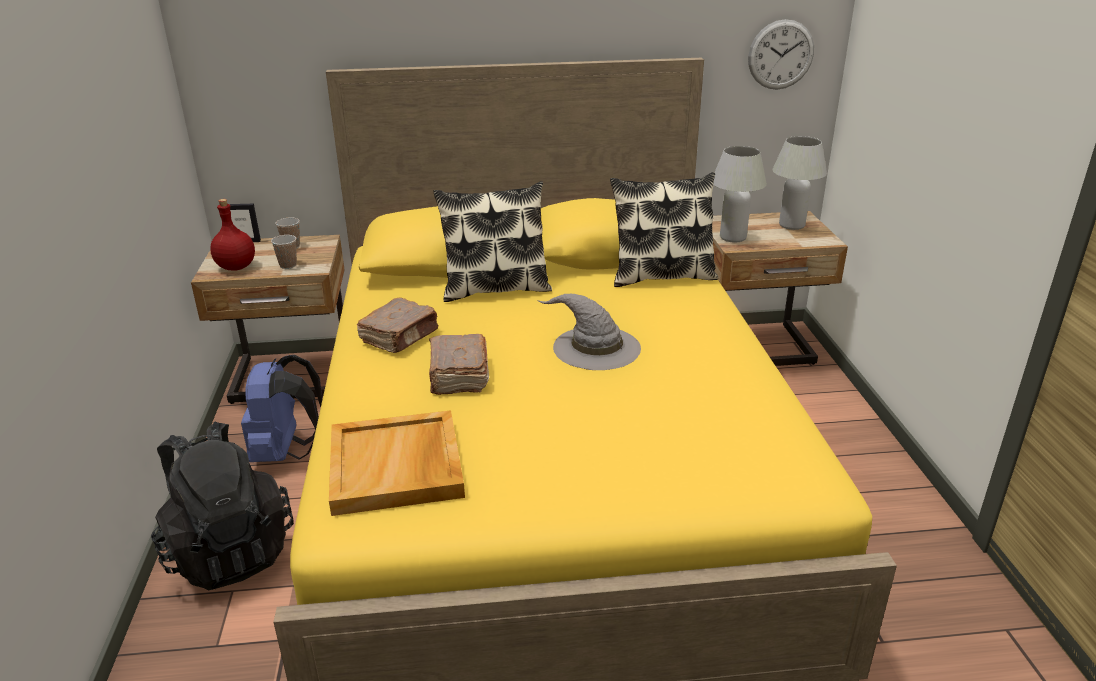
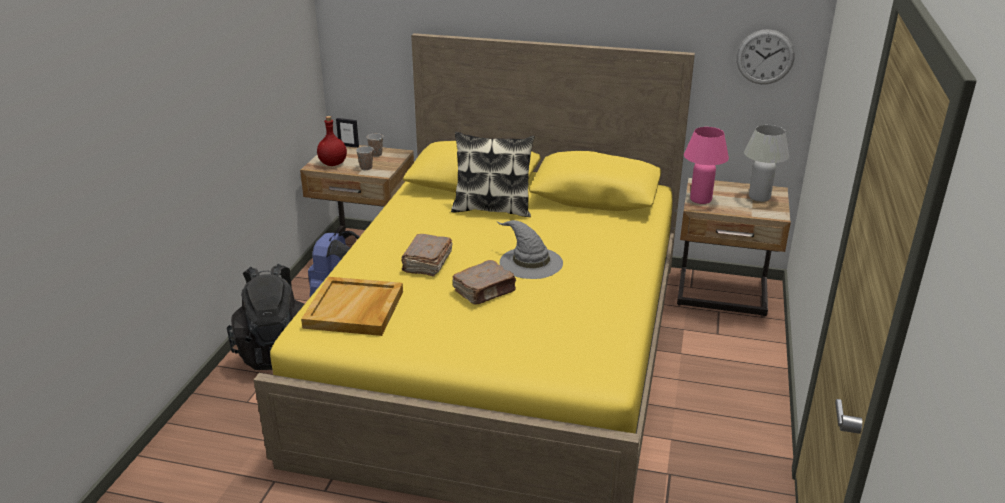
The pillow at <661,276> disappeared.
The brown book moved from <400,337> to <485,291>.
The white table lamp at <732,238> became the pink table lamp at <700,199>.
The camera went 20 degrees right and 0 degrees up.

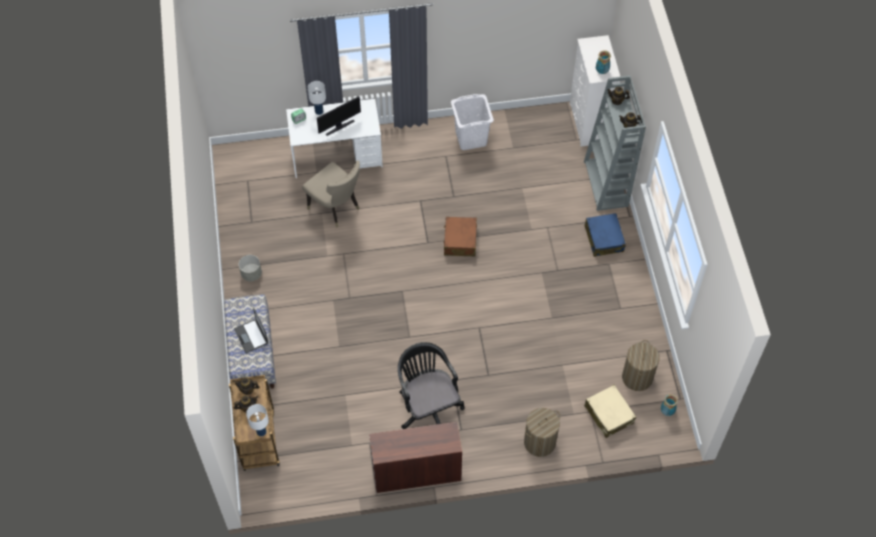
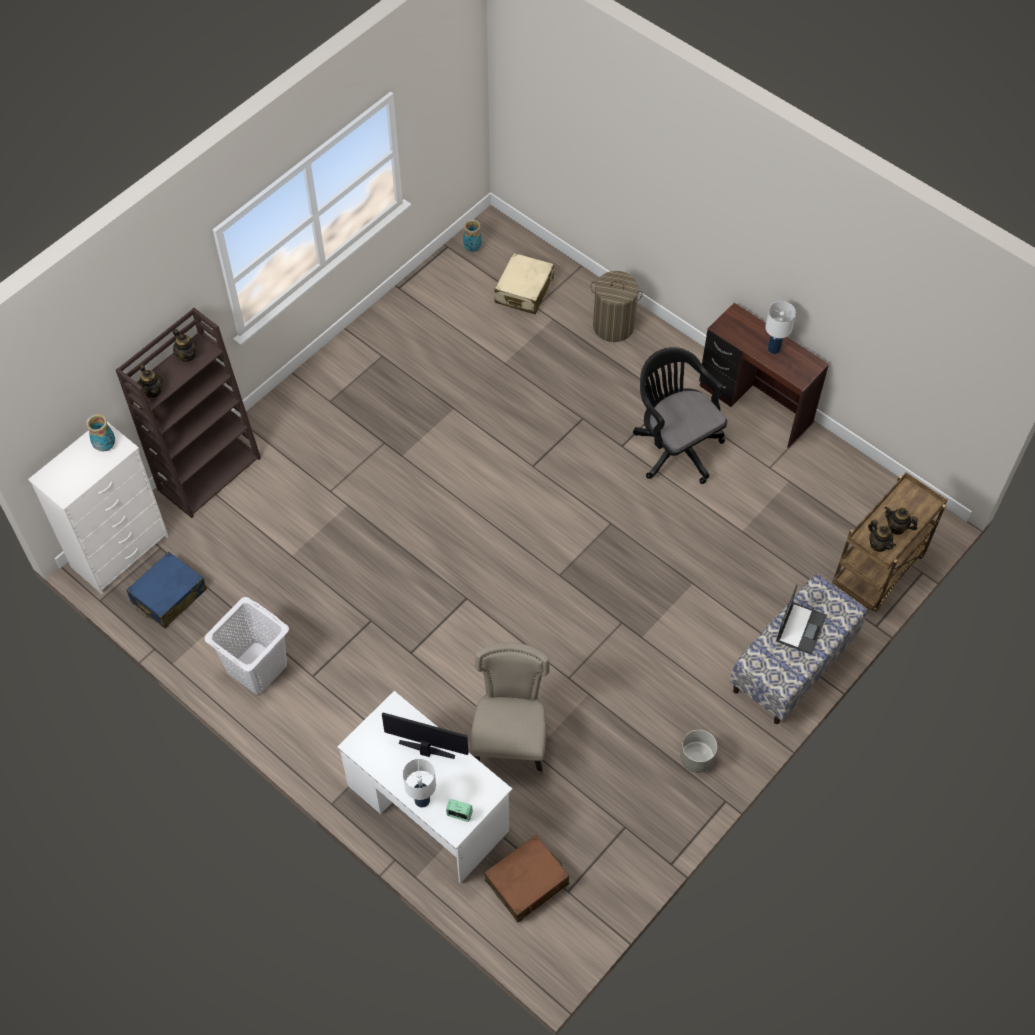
The laundry basket at <637,377> disappeared.
The white table lamp moved from <261,431> to <773,348>.
The brown suitcase moved from <460,241> to <527,882>.
The blue suitcase moved from <604,239> to <168,596>.
The grey bookcase at <606,184> became the brown bookcase at <209,472>.
The black office chair at <428,406> turned 120 degrees clockwise.
The camera went 130 degrees left and 0 degrees up.

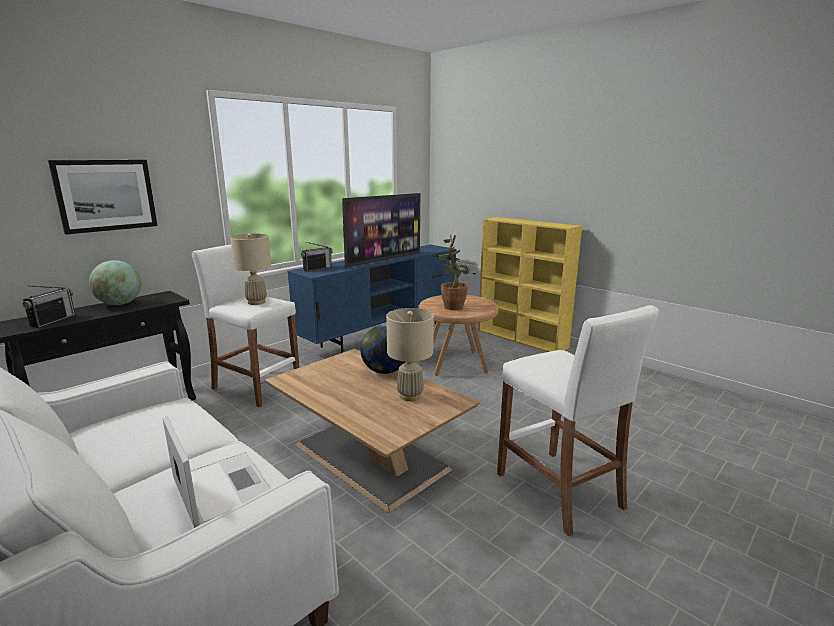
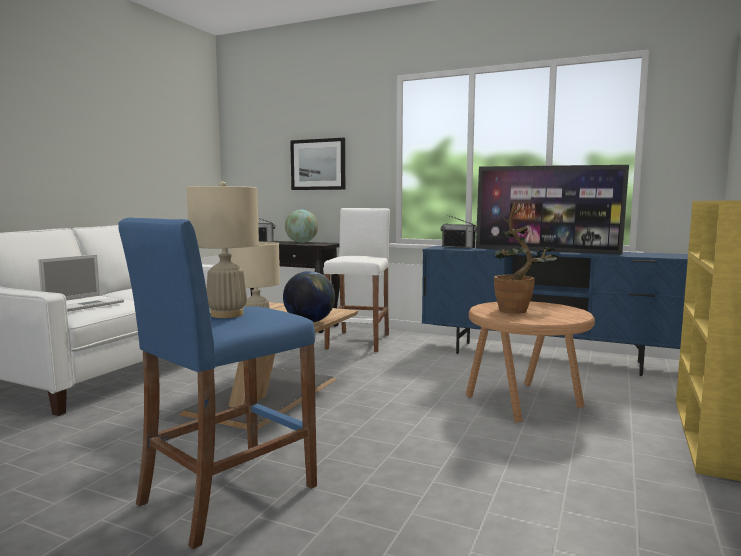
The beige table lamp moved from <256,302> to <227,314>.
The white stool at <559,490> became the blue stool at <227,494>.
The camera went 70 degrees right and 10 degrees down.

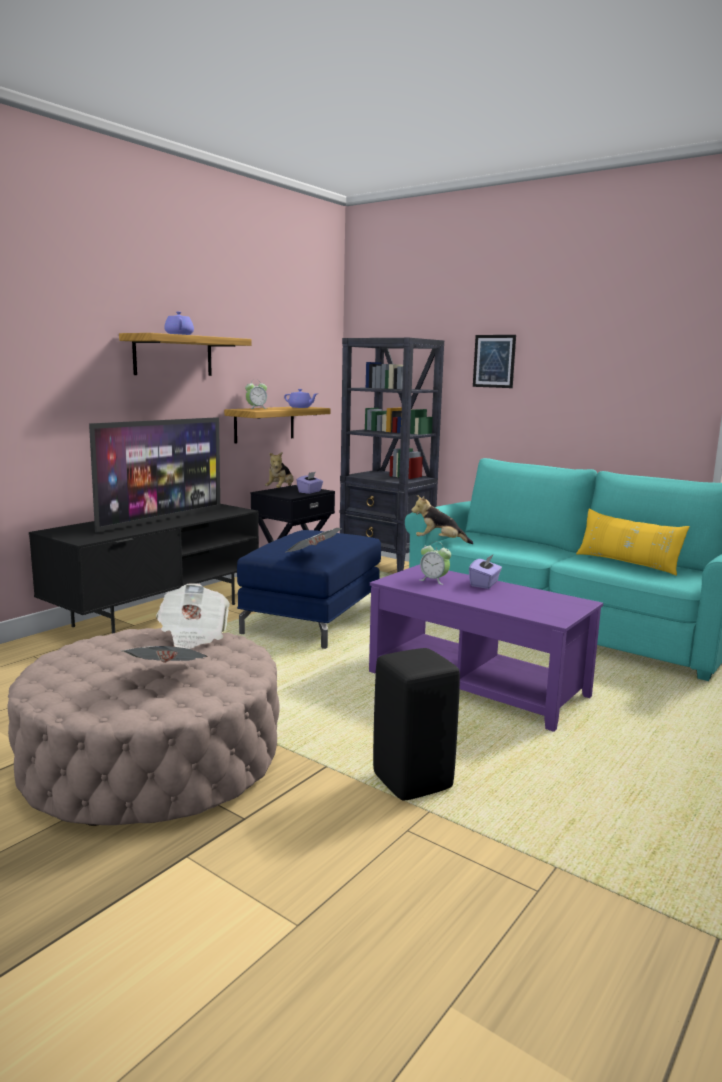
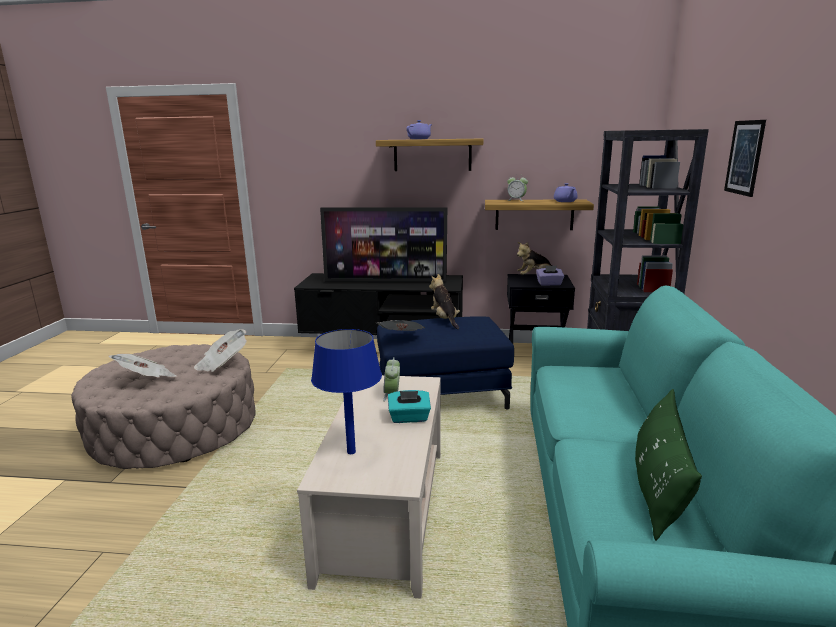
The black stool at <412,783> disappeared.
The blue table lamp at <351,452> appeared.
The plush toy moved from <439,542> to <444,320>.
The purple coffee table at <477,685> became the beige coffee table at <385,512>.
The purple tissue box at <484,584> became the turquoise tissue box at <409,418>.
The yellow pillow at <627,563> became the green pillow at <658,487>.
The camera went 60 degrees right and 5 degrees up.

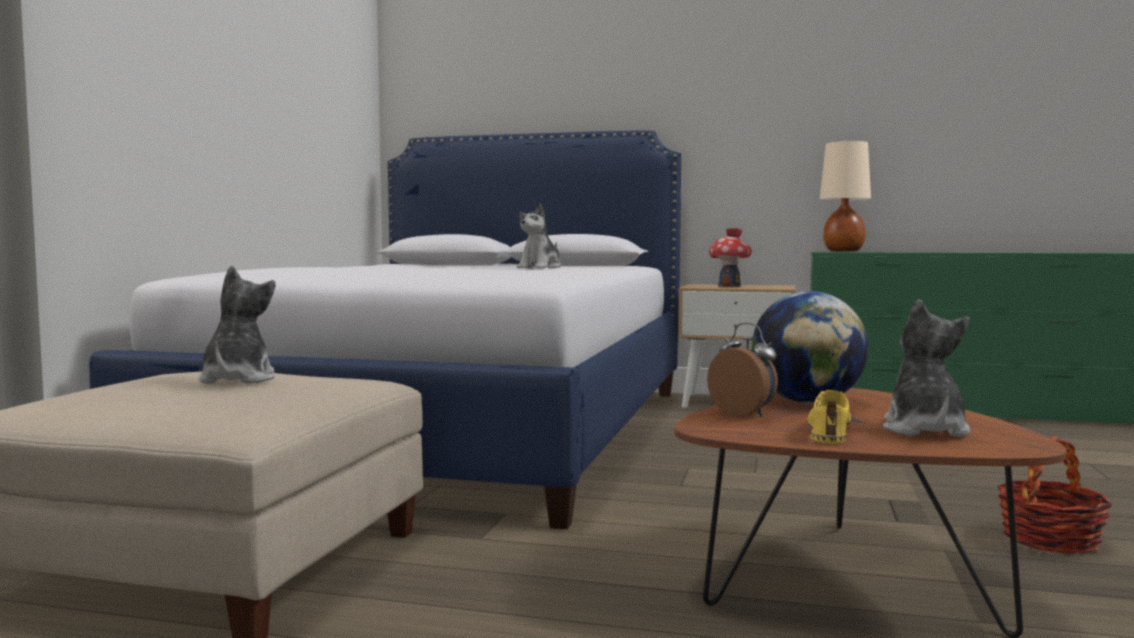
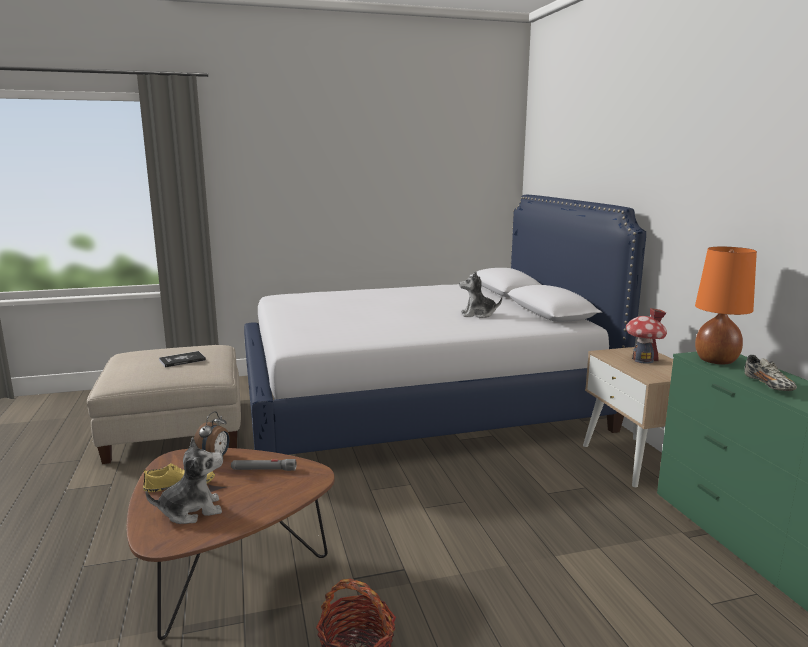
The shoe at <768,386> appeared.
The plush toy at <237,380> was replaced by the book at <182,360>.
The globe at <807,402> was replaced by the grey flashlight at <263,470>.
The beige table lamp at <844,251> became the orange table lamp at <716,361>.
The camera went 60 degrees right and 10 degrees up.

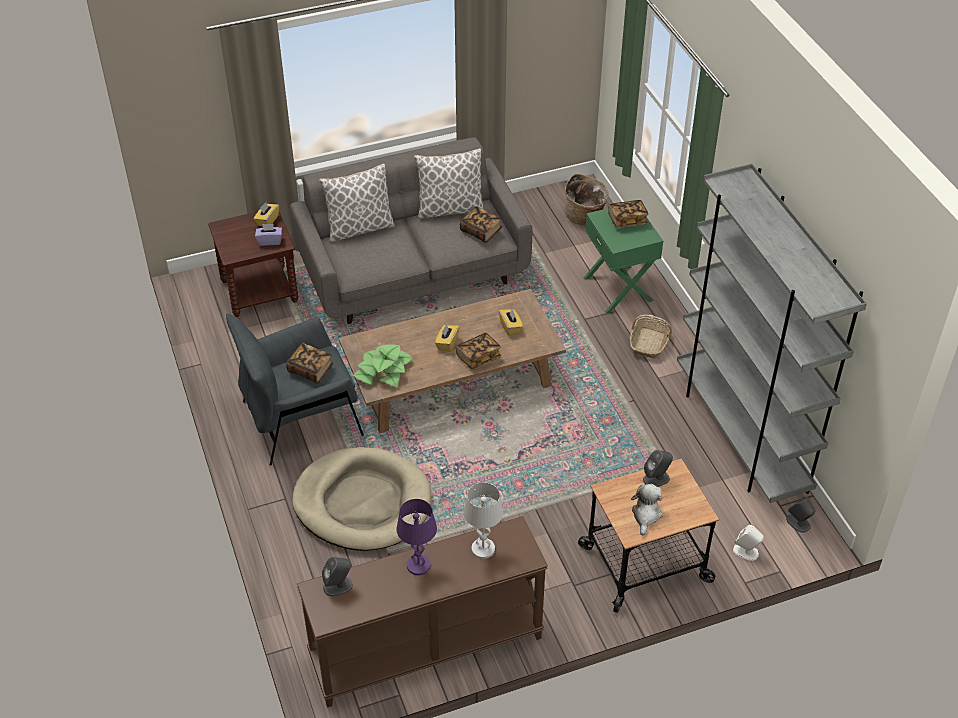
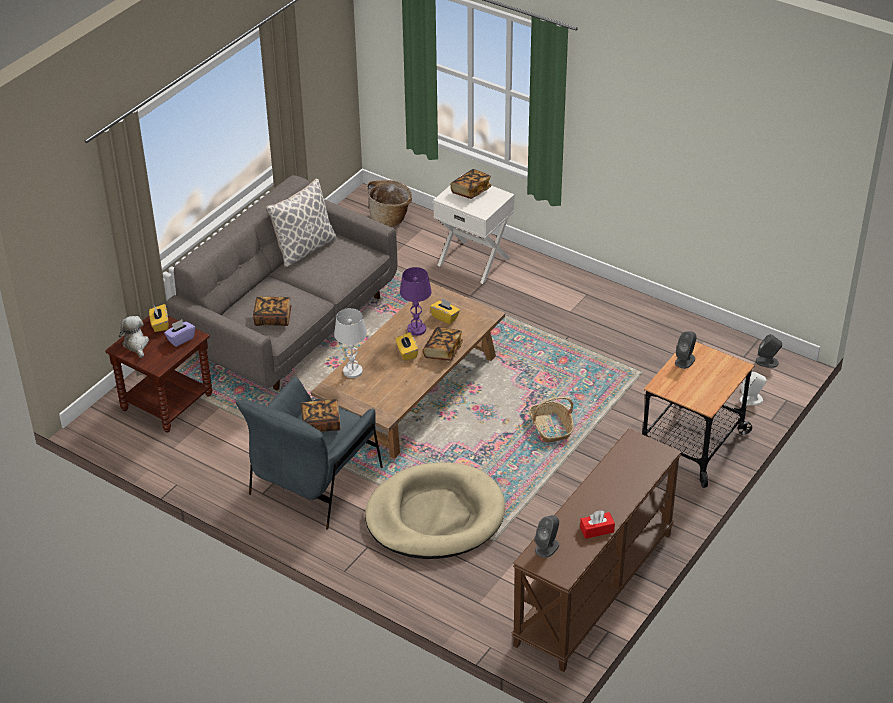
The pillow at <359,228> disappeared.
The potted plant at <383,371> disappeared.
The grey bookcase at <741,435> disappeared.
The red tissue box at <597,530> appeared.
The purple table lamp moved from <418,565> to <416,329>.
The book moved from <481,231> to <273,318>.
The white table lamp moved from <483,549> to <352,371>.
The basket moved from <649,343> to <551,428>.
The plush toy moved from <646,515> to <136,344>.
The green nightstand at <619,289> became the white nightstand at <474,261>.
The camera went 35 degrees left and 5 degrees down.

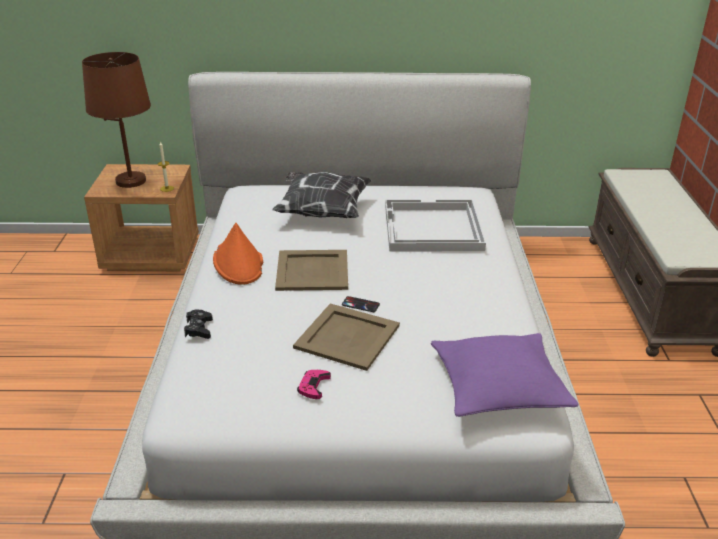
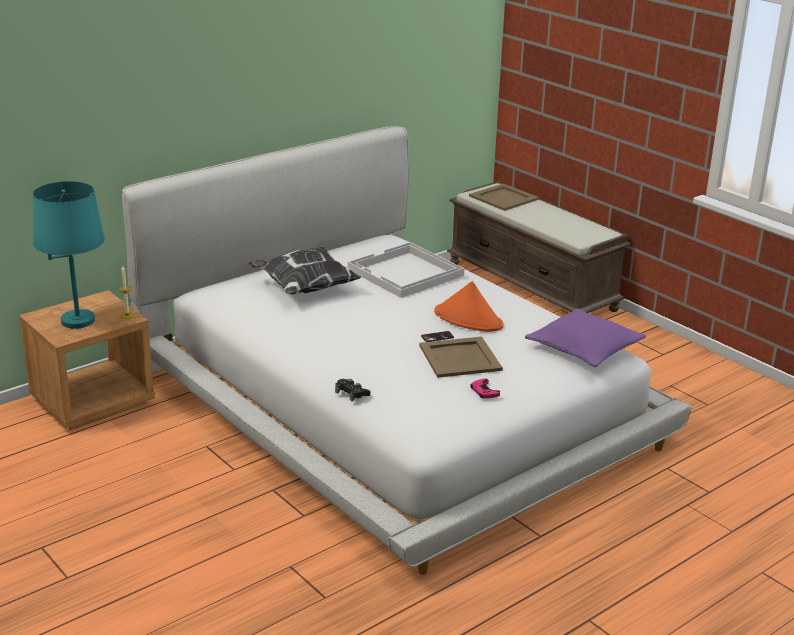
The orange hat moved from <238,263> to <468,319>.
The beige tray moved from <311,270> to <503,197>.
The brown table lamp at <131,181> became the turquoise table lamp at <78,320>.
The camera went 40 degrees left and 5 degrees down.

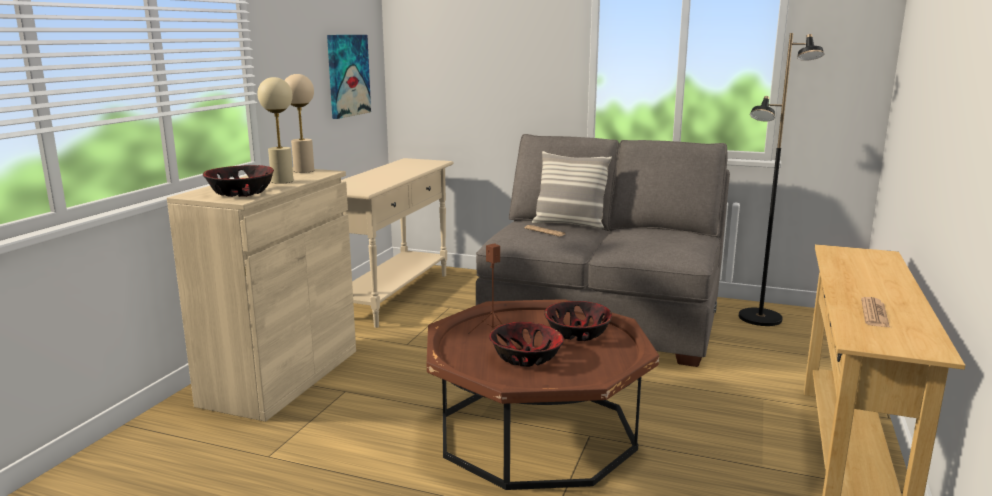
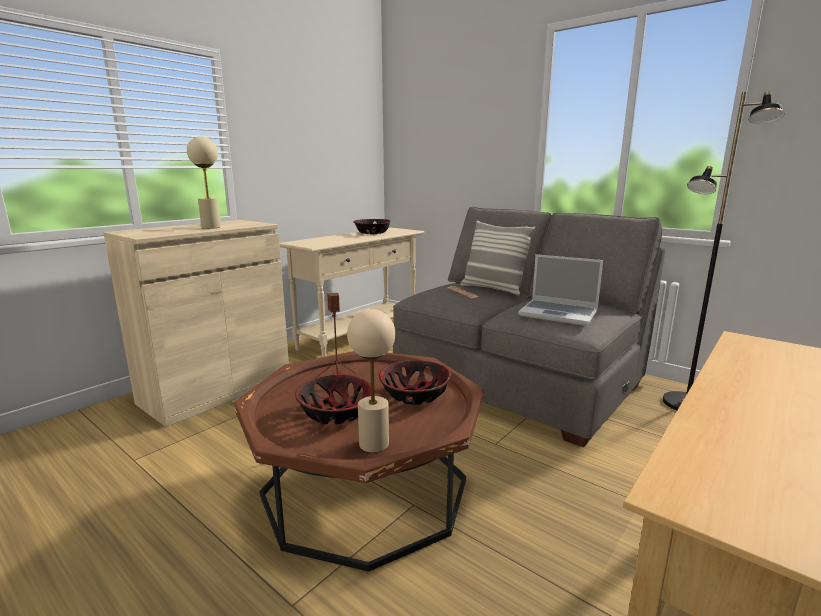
The picture at <347,75> disappeared.
The newspaper at <874,313> disappeared.
The laptop at <559,314> appeared.
The bowl moved from <241,193> to <372,233>.
The beige table lamp moved from <304,170> to <374,444>.
The camera went 20 degrees right and 0 degrees up.

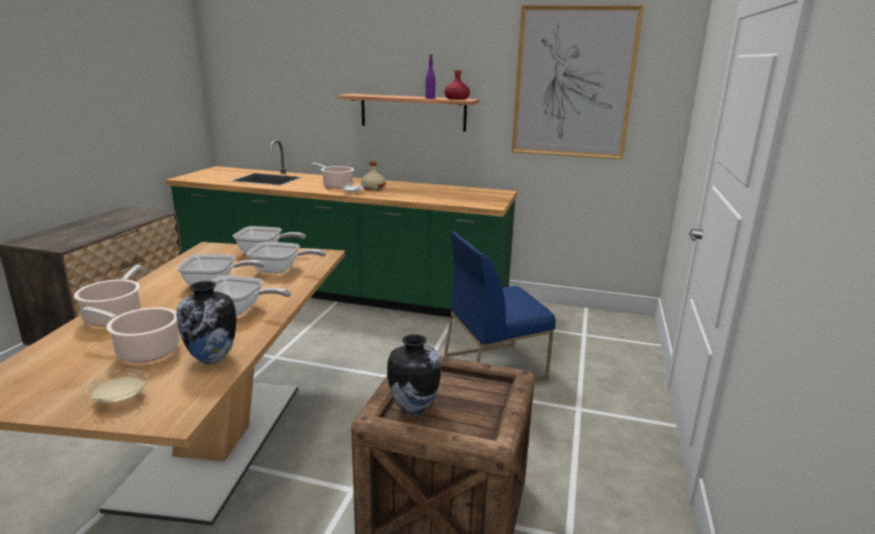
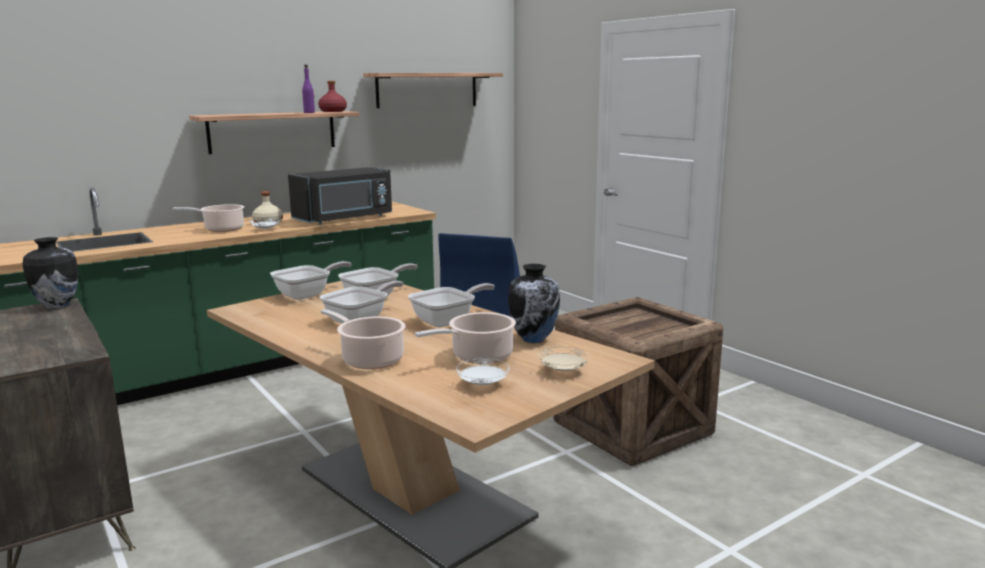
The black microwave at <345,219> appeared.
The white plate at <482,385> appeared.
The vase moved from <413,408> to <57,305>.
The picture at <573,83> was replaced by the shelf at <427,90>.
The camera went 50 degrees left and 5 degrees down.

